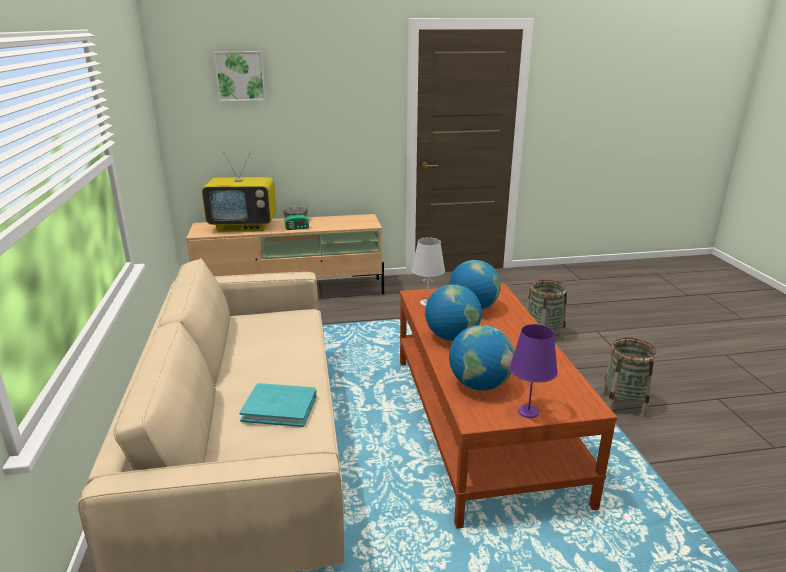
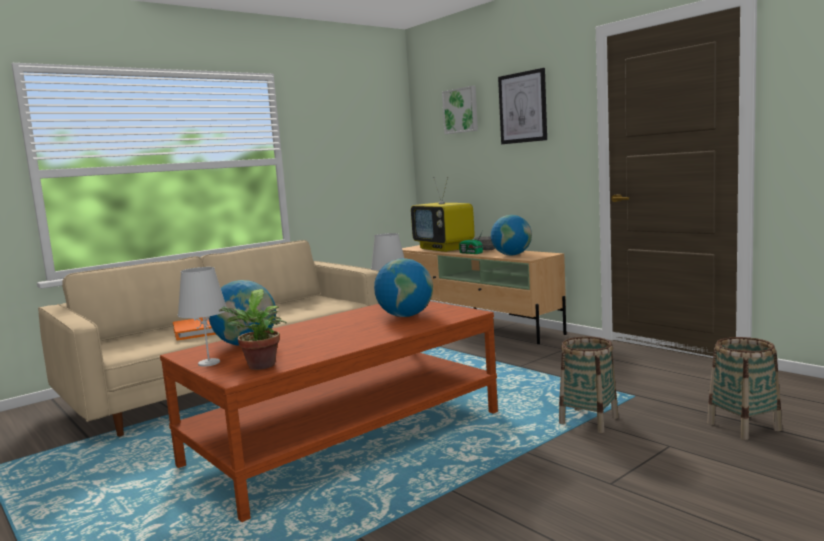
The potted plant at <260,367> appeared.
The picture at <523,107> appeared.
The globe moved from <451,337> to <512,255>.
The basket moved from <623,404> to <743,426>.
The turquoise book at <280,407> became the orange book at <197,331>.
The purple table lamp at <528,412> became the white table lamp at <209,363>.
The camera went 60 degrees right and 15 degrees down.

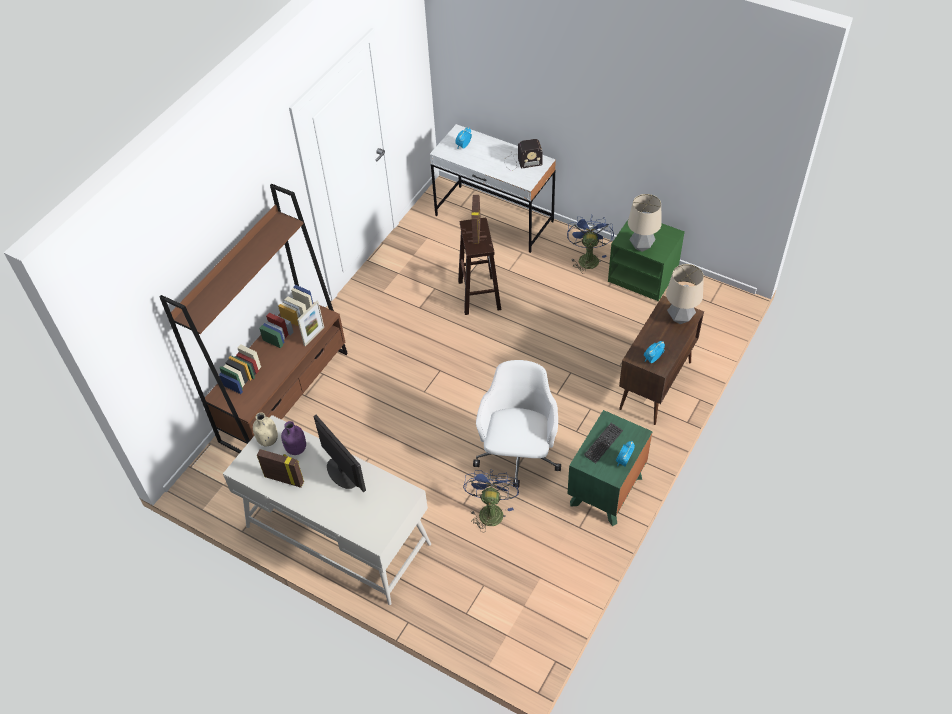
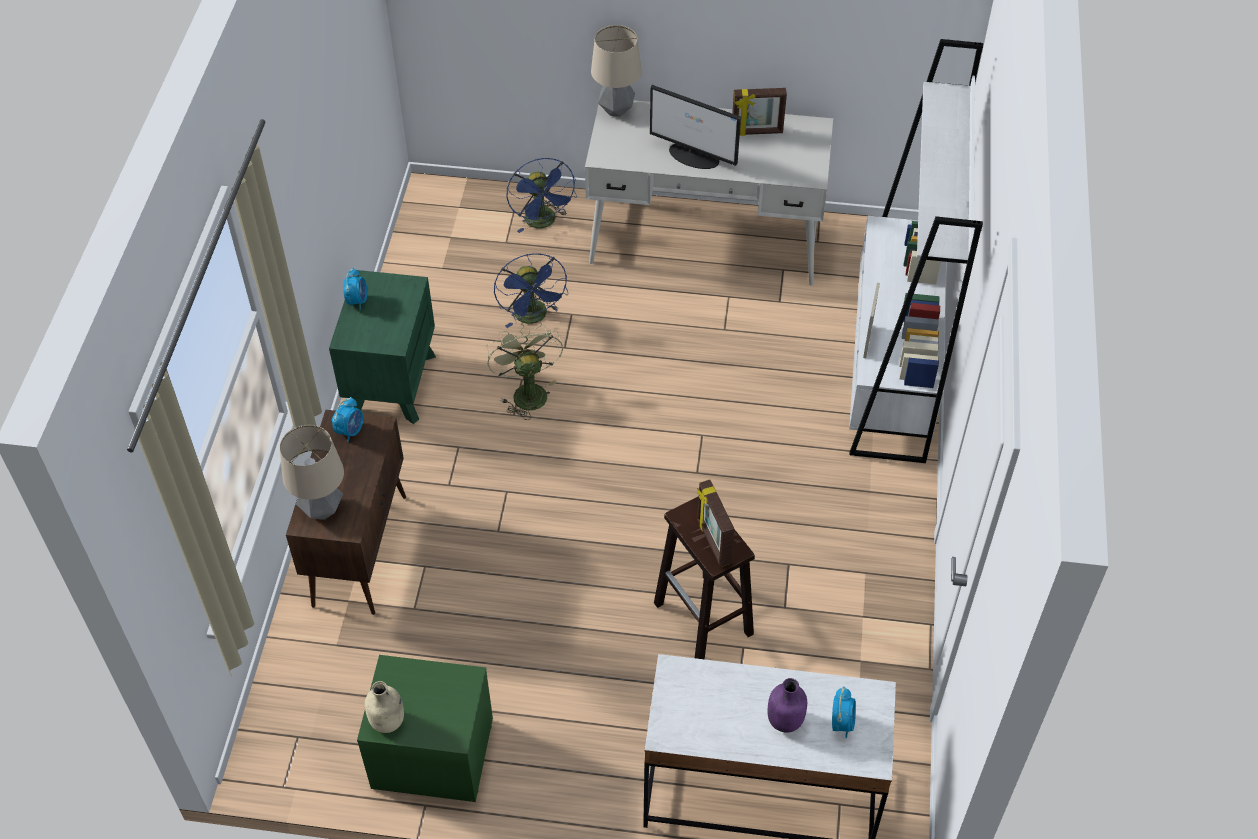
The radio at <521,162> disappeared.
The keyboard at <603,443> disappeared.
The beige bottle moved from <268,440> to <388,721>.
The purple bottle moved from <296,449> to <785,719>.
The blue fan moved from <587,258> to <543,223>.
The table lamp moved from <641,246> to <616,110>.
The white office chair at <518,455> was replaced by the green fan at <526,391>.
The brown bookcase at <285,396> became the white bookcase at <891,369>.
The camera went 155 degrees right and 0 degrees up.

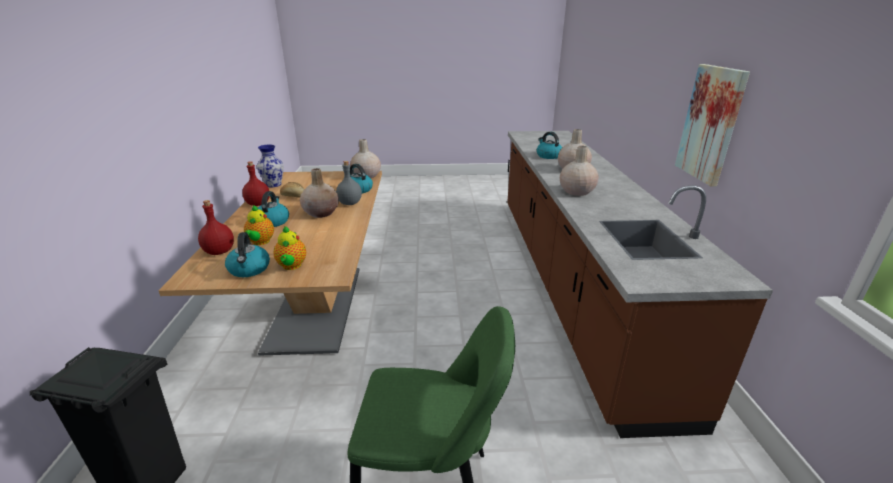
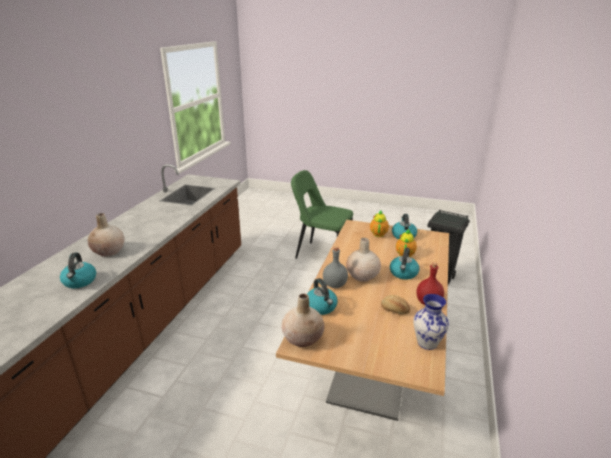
The red bottle at <219,251> disappeared.
The beige vase at <576,192> disappeared.
The picture at <710,124> disappeared.
The camera went 160 degrees left and 0 degrees up.

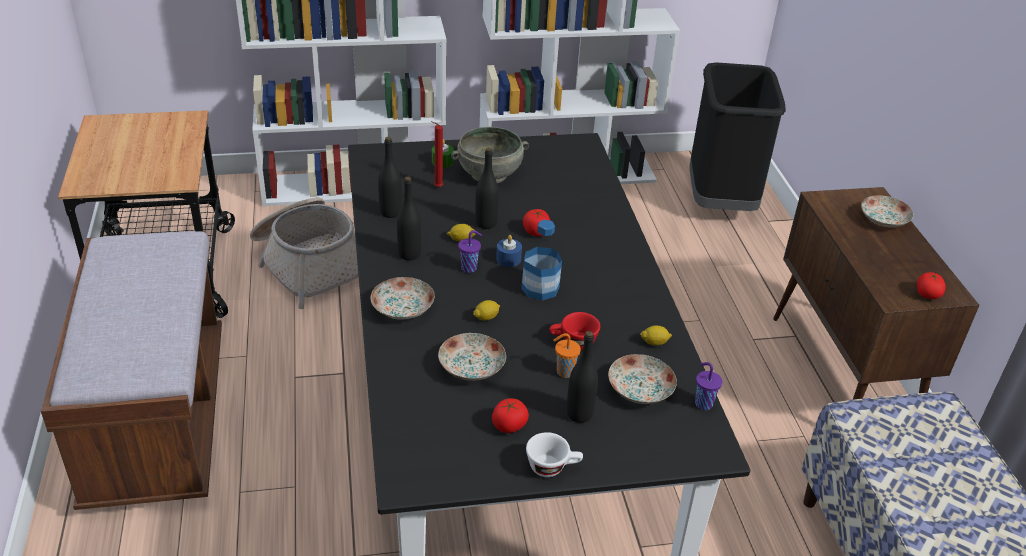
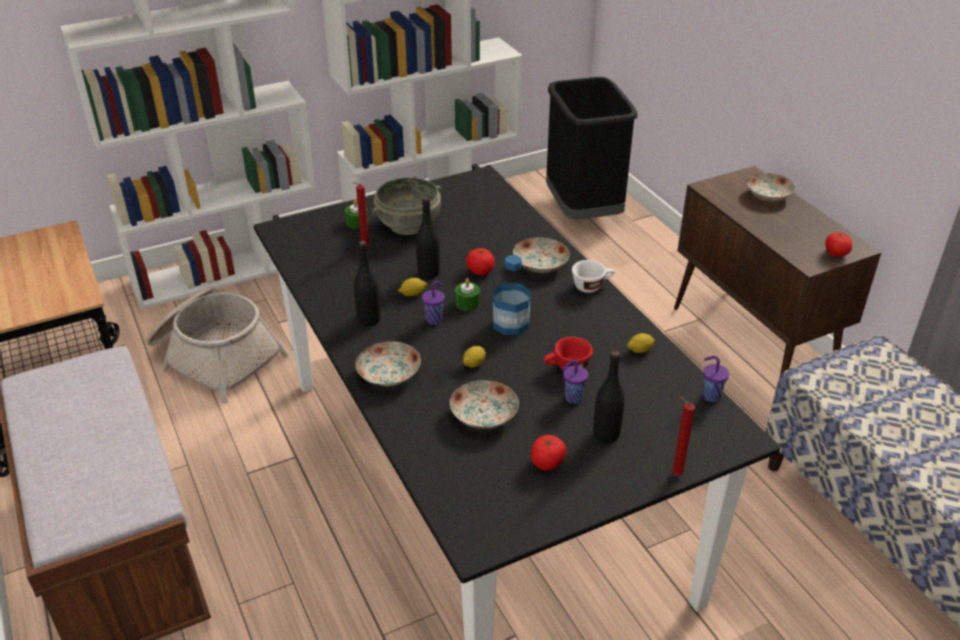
The black bottle at <390,212> disappeared.
The red candle at <674,474> appeared.
The white cup moved from <553,467> to <592,286>.
The plate moved from <639,390> to <539,264>.
The blue candle at <508,259> became the green candle at <467,303>.
The orange cup at <564,372> became the purple cup at <572,398>.
The camera went 15 degrees left and 0 degrees up.

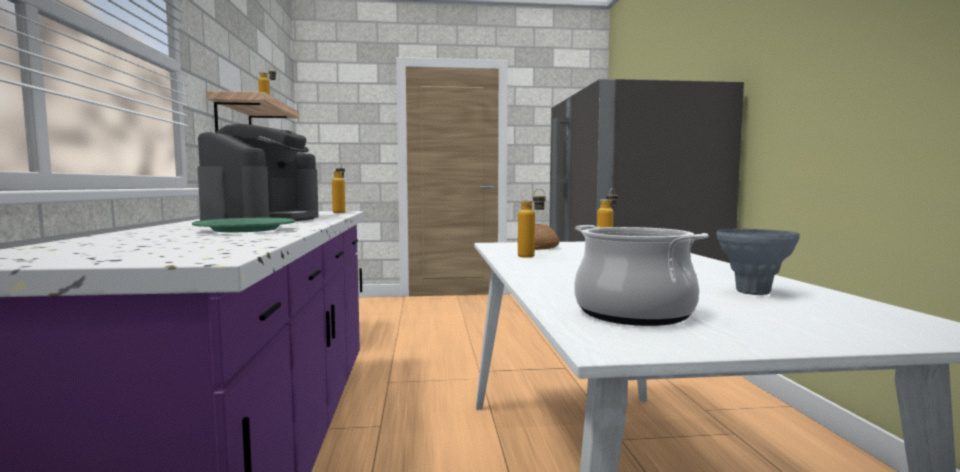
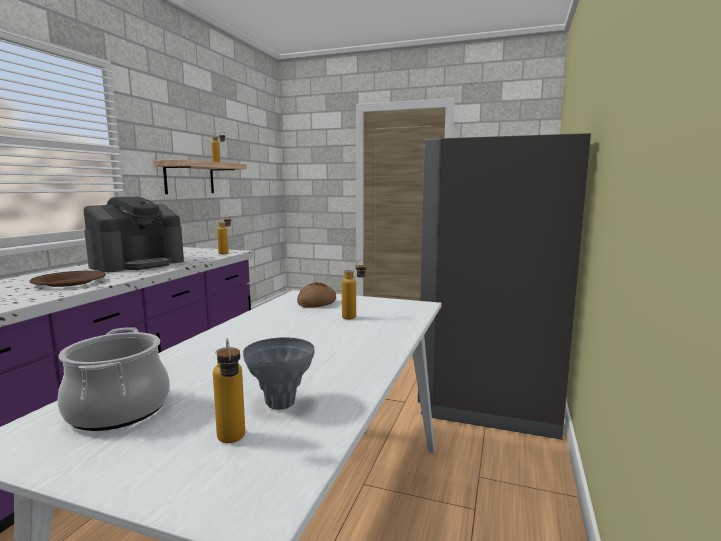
The bottle moved from <531,257> to <232,443>.
The green plate at <245,230> became the brown plate at <69,282>.
The camera went 25 degrees right and 5 degrees up.

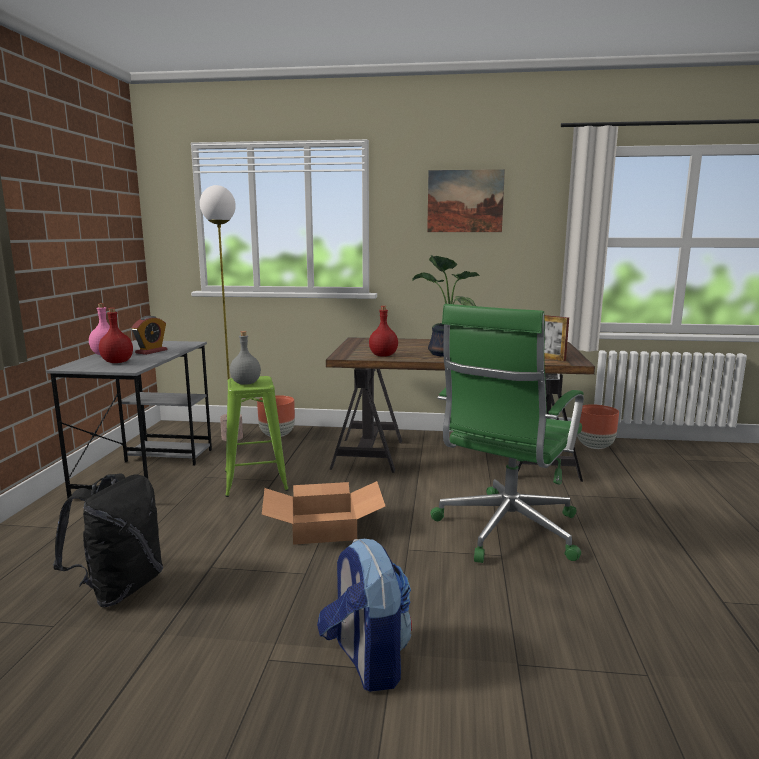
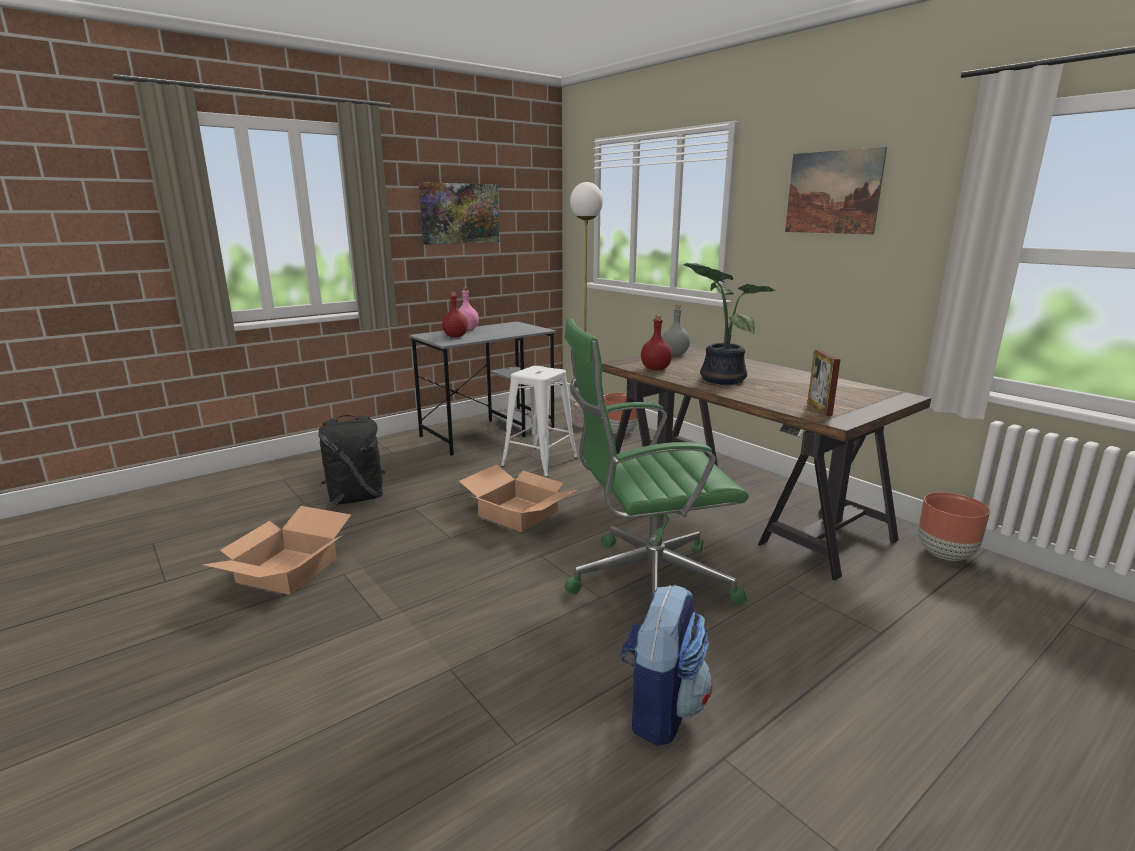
The alarm clock at <151,351> disappeared.
The cardboard box at <287,571> appeared.
The picture at <459,213> appeared.
The grey bottle moved from <246,383> to <675,354>.
The backpack moved from <366,661> to <660,708>.
The green stool at <255,480> became the white stool at <540,461>.
The camera went 45 degrees right and 5 degrees up.

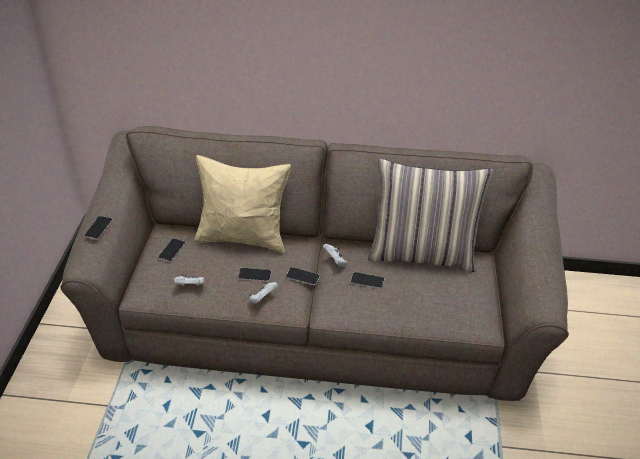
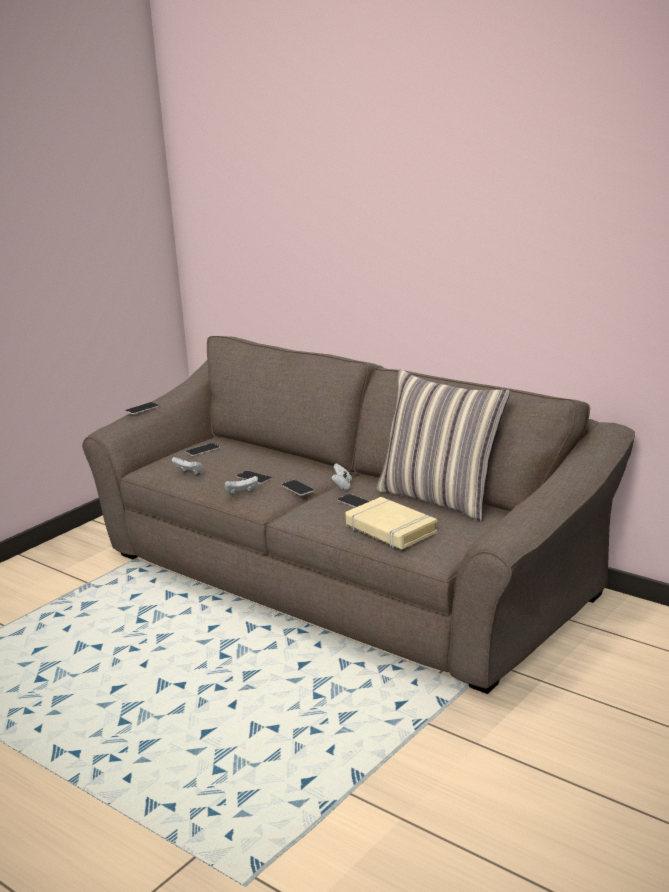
The beige pillow at <243,238> disappeared.
The beige book at <390,529> appeared.
The camera went 35 degrees right and 20 degrees down.

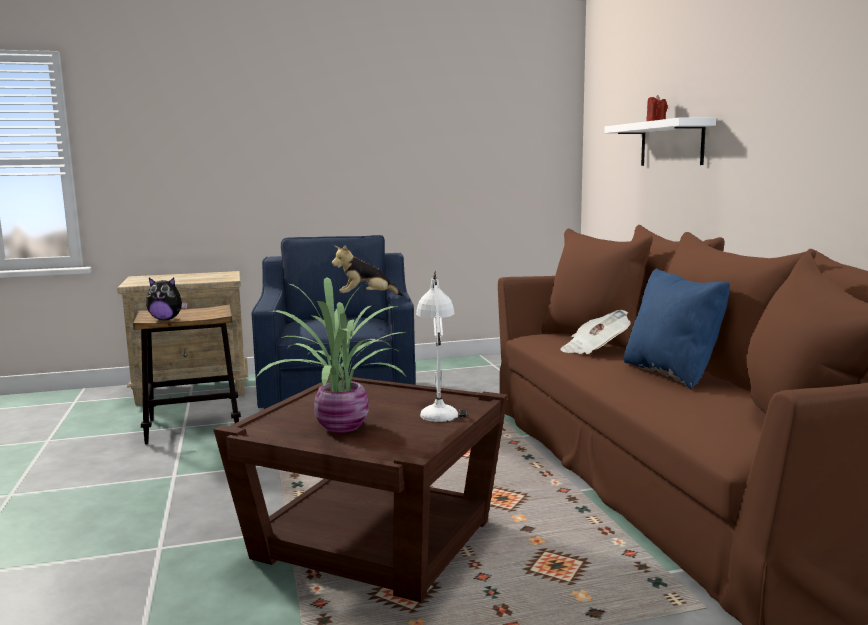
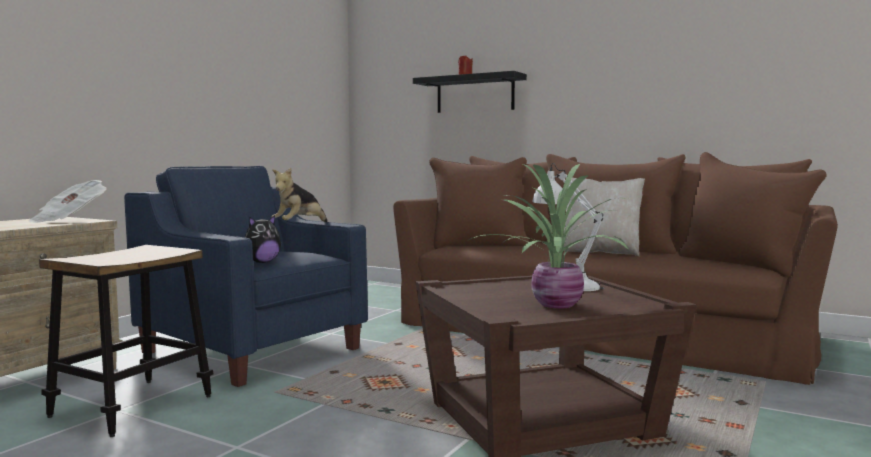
The plush toy moved from <166,319> to <262,262>.
The newspaper moved from <594,350> to <68,220>.
The white shelf at <671,144> became the black shelf at <475,94>.
The blue pillow at <672,373> became the beige pillow at <600,252>.
The camera went 45 degrees left and 5 degrees down.

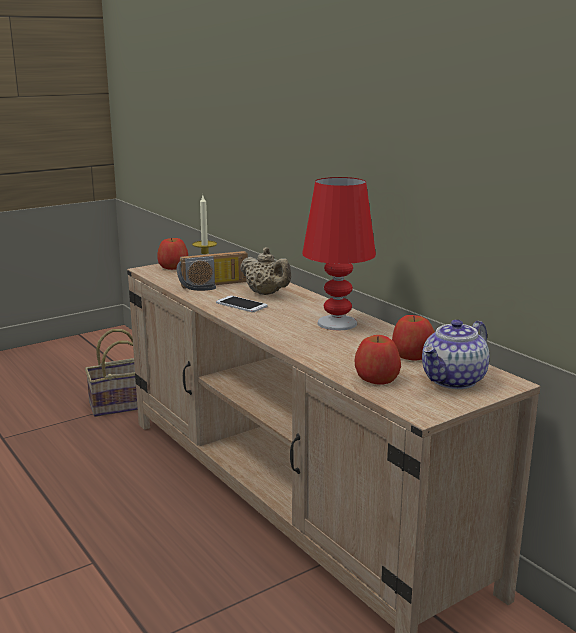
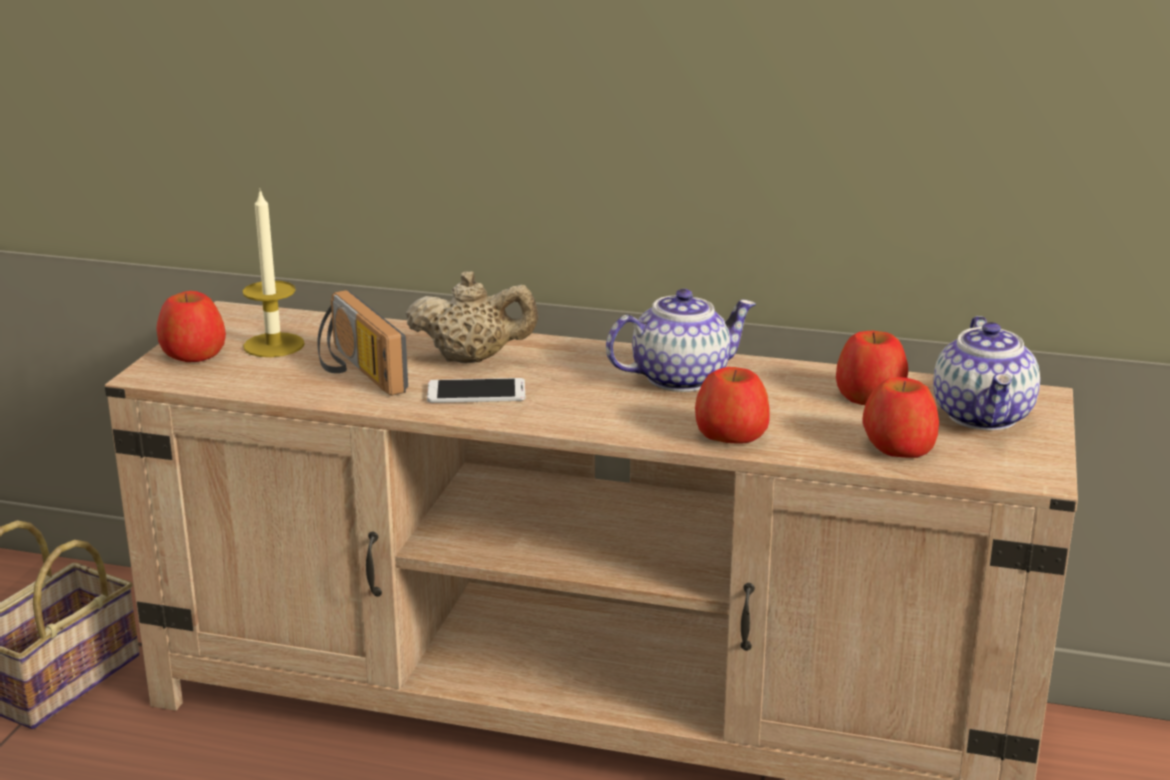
The apple at <730,436> appeared.
The red table lamp at <337,323> was replaced by the teapot at <680,378>.
The radio at <214,286> turned 120 degrees clockwise.
The camera went 40 degrees left and 5 degrees up.

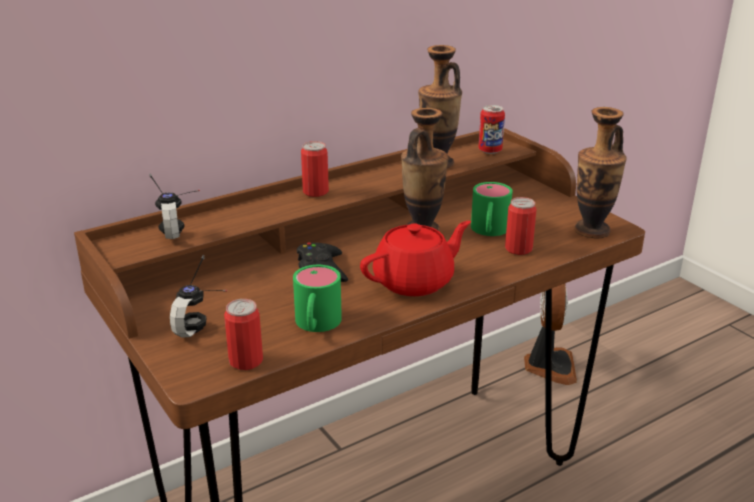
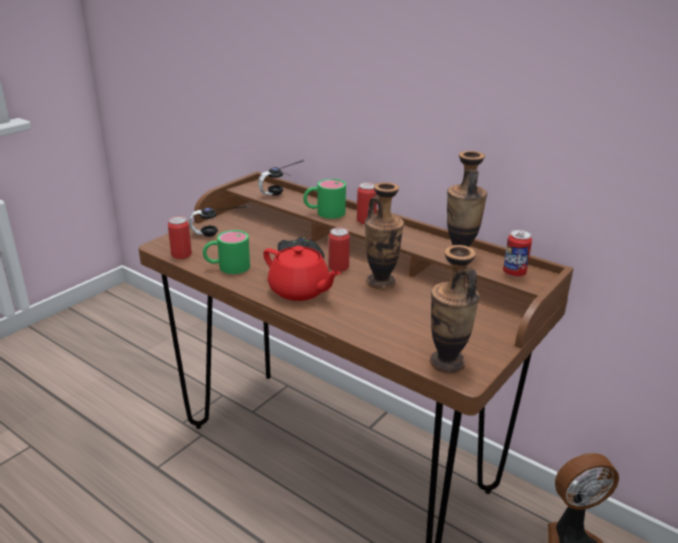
The green mug moved from <489,231> to <324,213>.
The can moved from <518,249> to <338,267>.
The camera went 70 degrees right and 0 degrees up.

